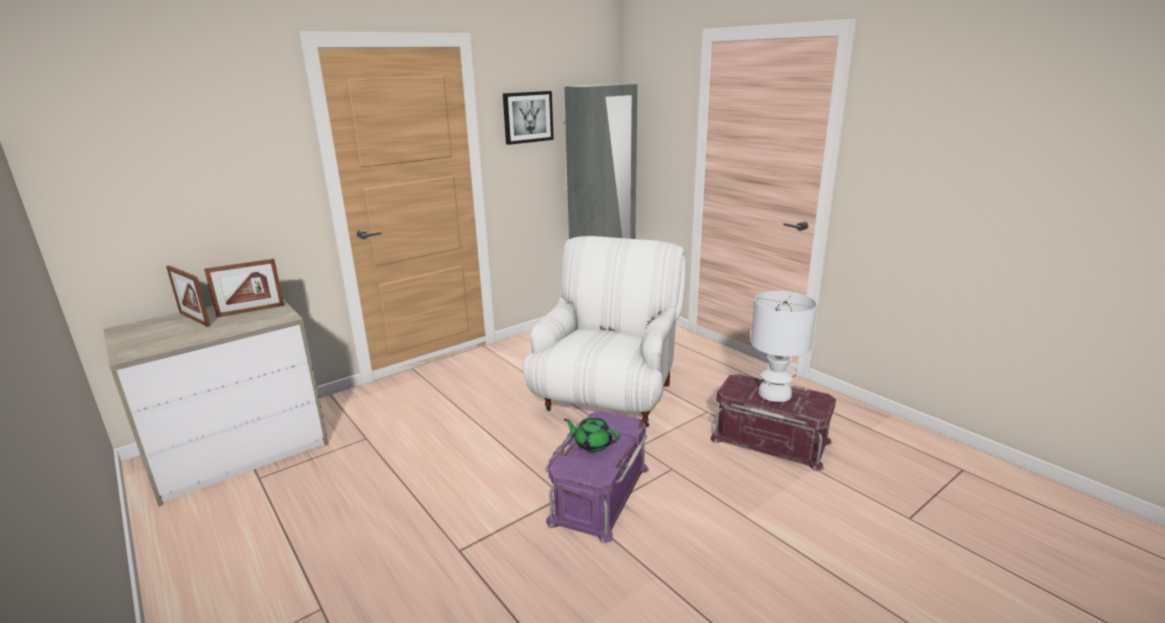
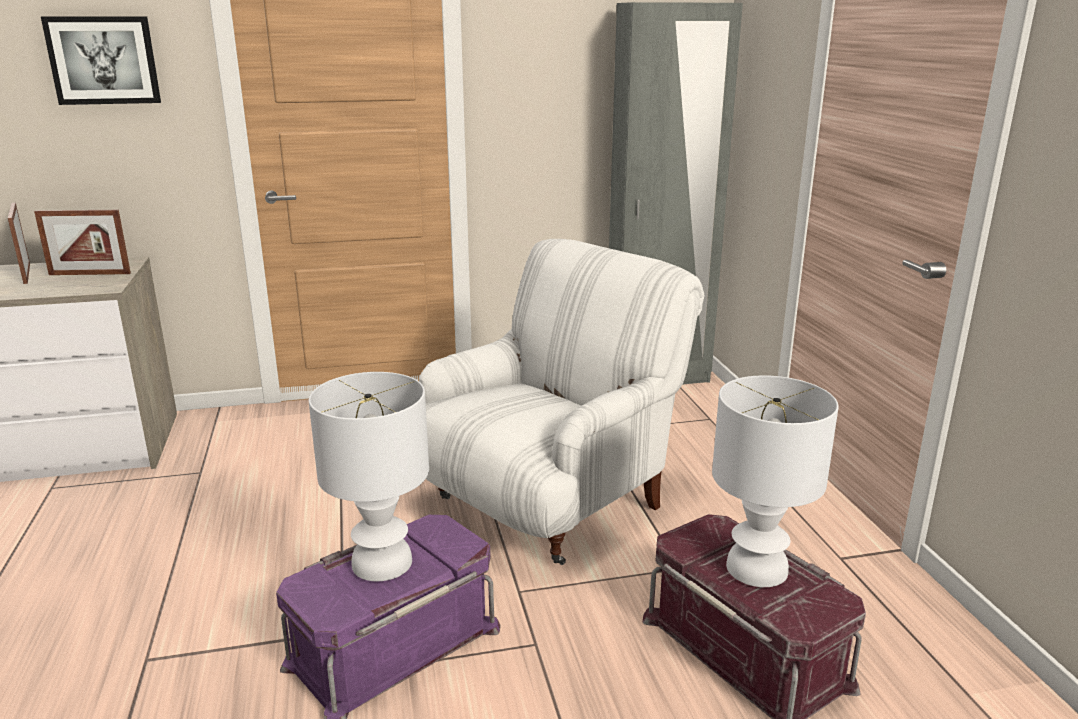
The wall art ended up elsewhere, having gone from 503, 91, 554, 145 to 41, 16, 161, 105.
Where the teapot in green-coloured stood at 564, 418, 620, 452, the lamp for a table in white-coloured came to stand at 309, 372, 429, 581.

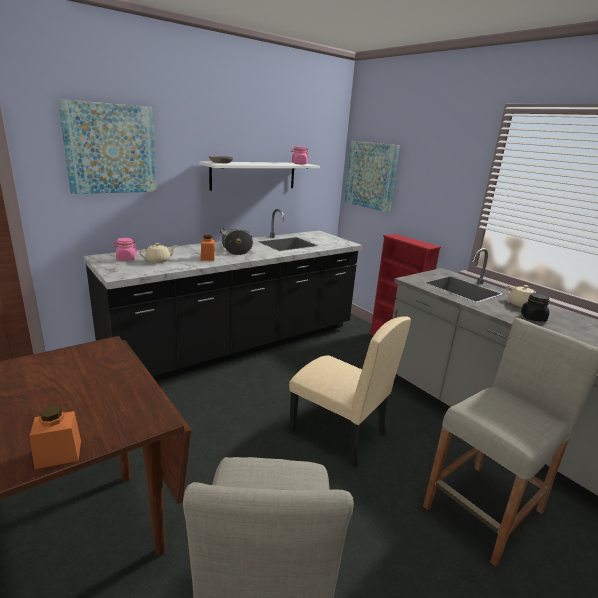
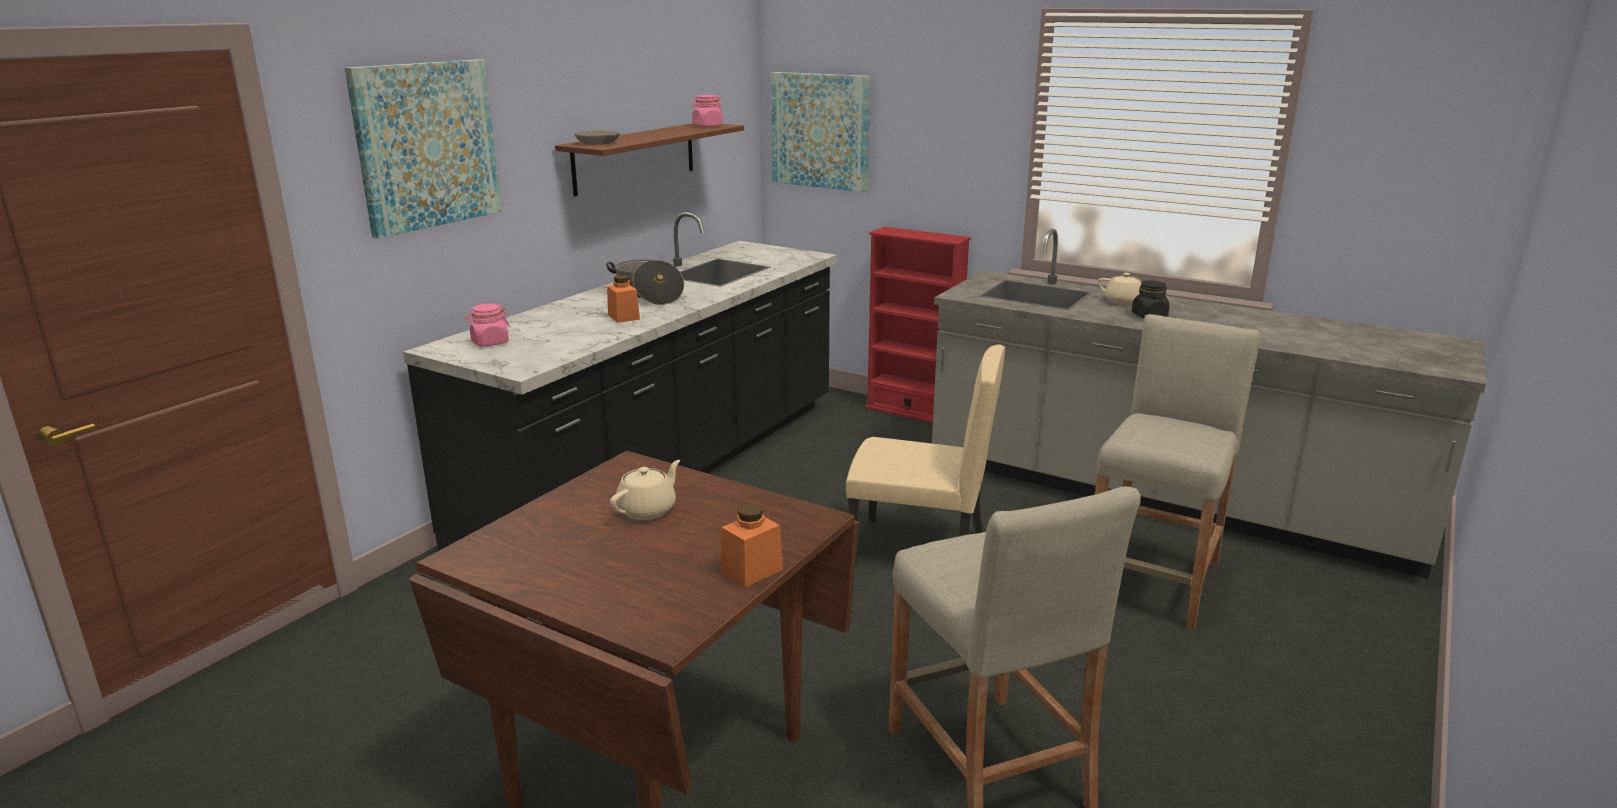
What was the bracket shelf in white-coloured at 199, 161, 320, 191 turned into the bracket shelf in brown at 555, 124, 744, 196.
The teapot in sand-coloured ended up elsewhere, having gone from 139, 243, 178, 263 to 610, 460, 680, 520.

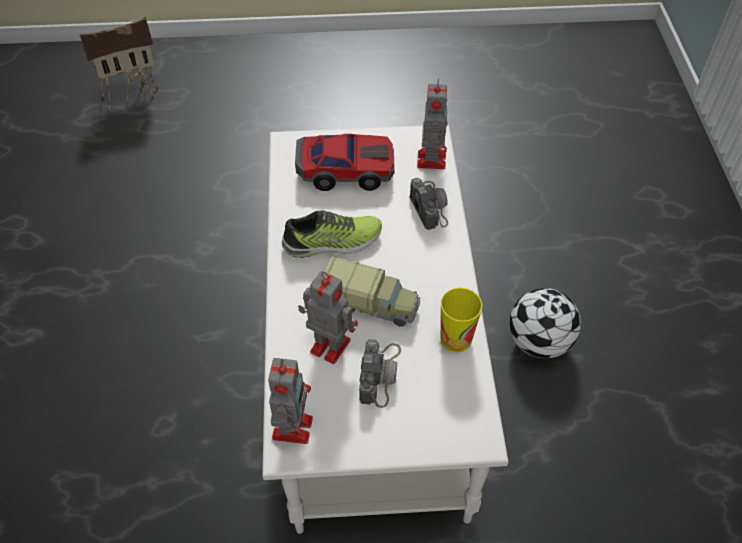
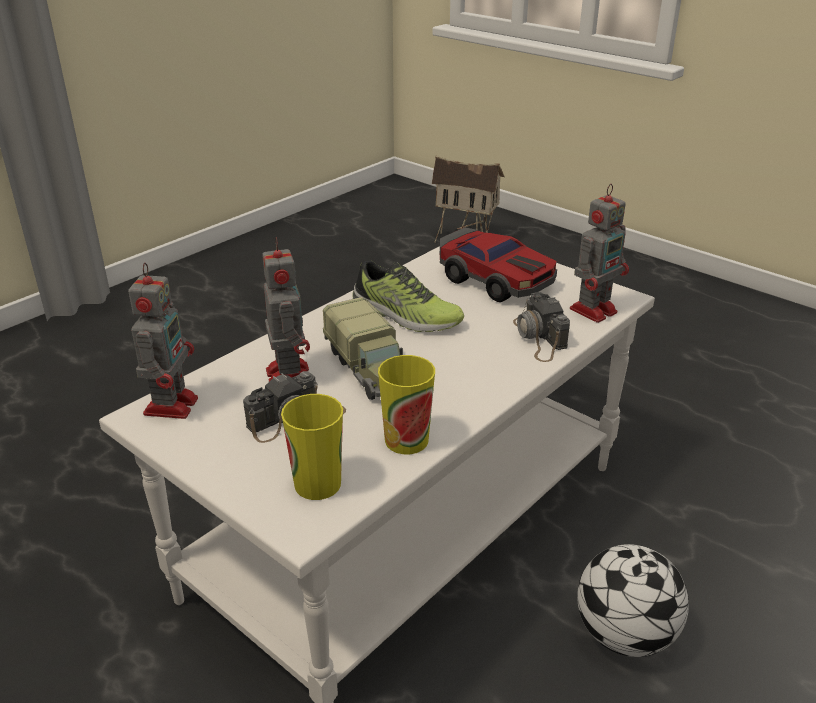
The toy robot at 268, 358, 313, 444 ended up facing another way, 45 degrees counterclockwise from before.
The second view gained the drinking cup at 281, 394, 343, 500.
The still camera at 410, 178, 448, 230 ended up facing another way, 135 degrees clockwise from before.

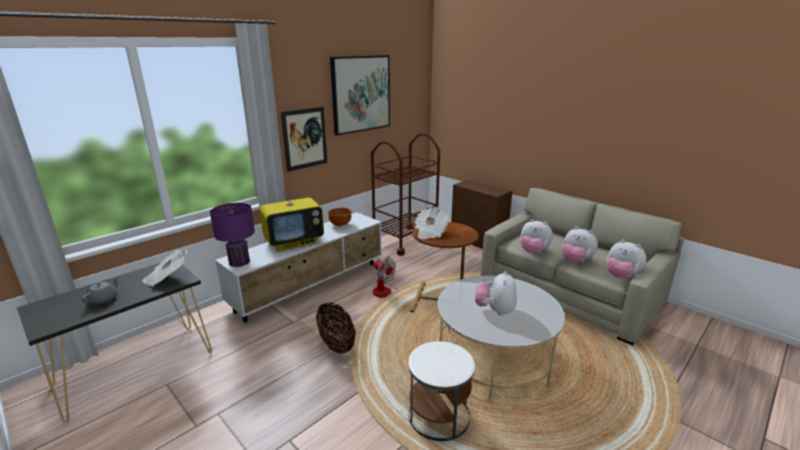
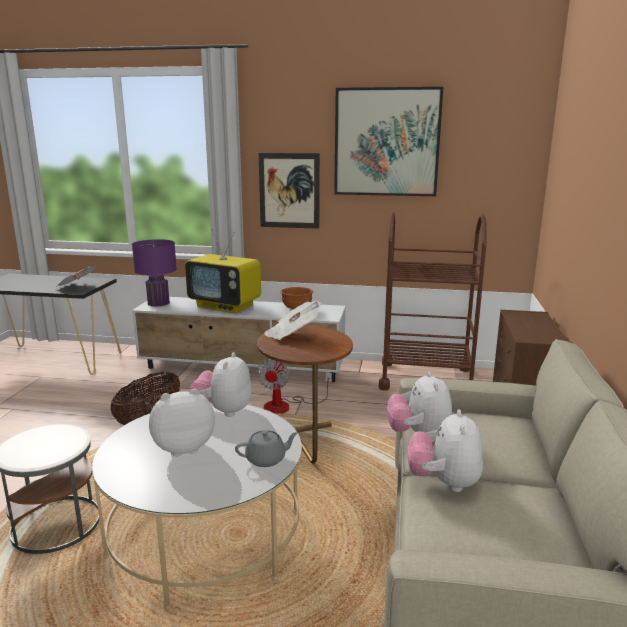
The plush toy ended up elsewhere, having gone from 606, 240, 647, 278 to 189, 352, 252, 417.
The teapot in gray ended up elsewhere, having gone from 81, 275, 119, 304 to 235, 430, 298, 467.

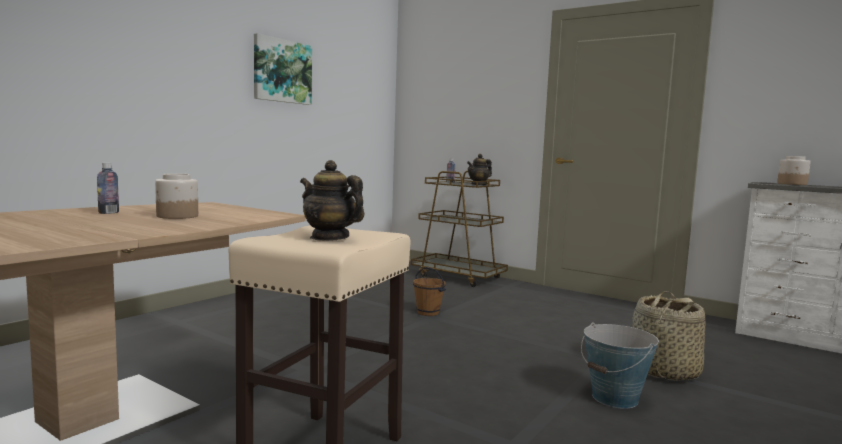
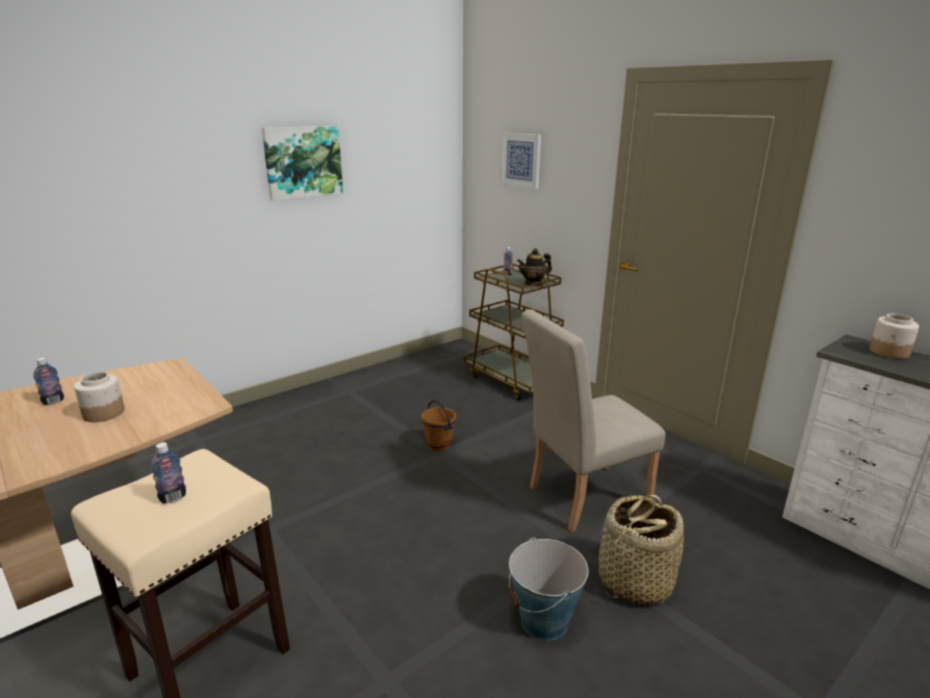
Where the teapot stood at 300, 160, 364, 241, the drink bottle came to stand at 151, 442, 186, 504.
The second view gained the wall art at 501, 133, 541, 189.
The second view gained the upright chair in sand-coloured at 521, 309, 665, 532.

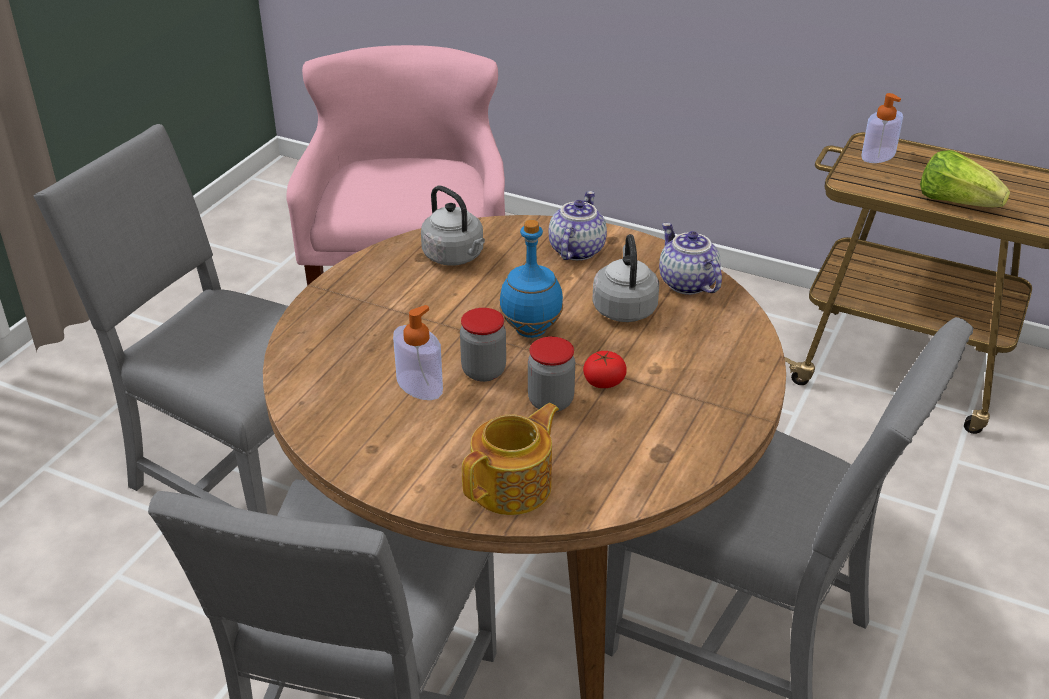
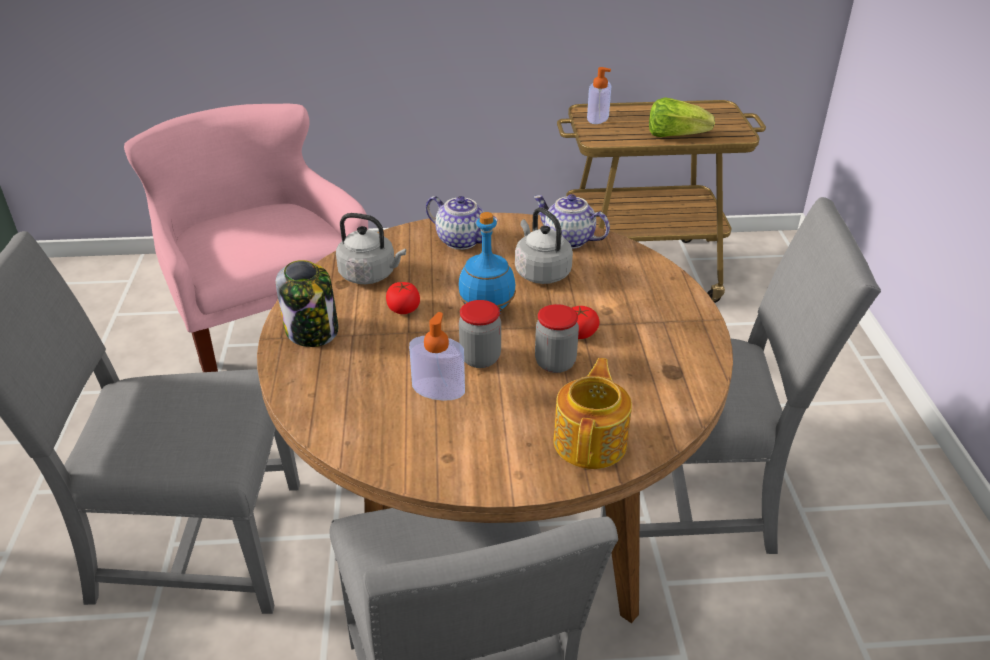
The second view gained the storage jar at 276, 260, 338, 347.
The second view gained the tomato at 386, 281, 420, 314.
The teapot at 549, 191, 607, 261 ended up facing another way, 135 degrees clockwise from before.

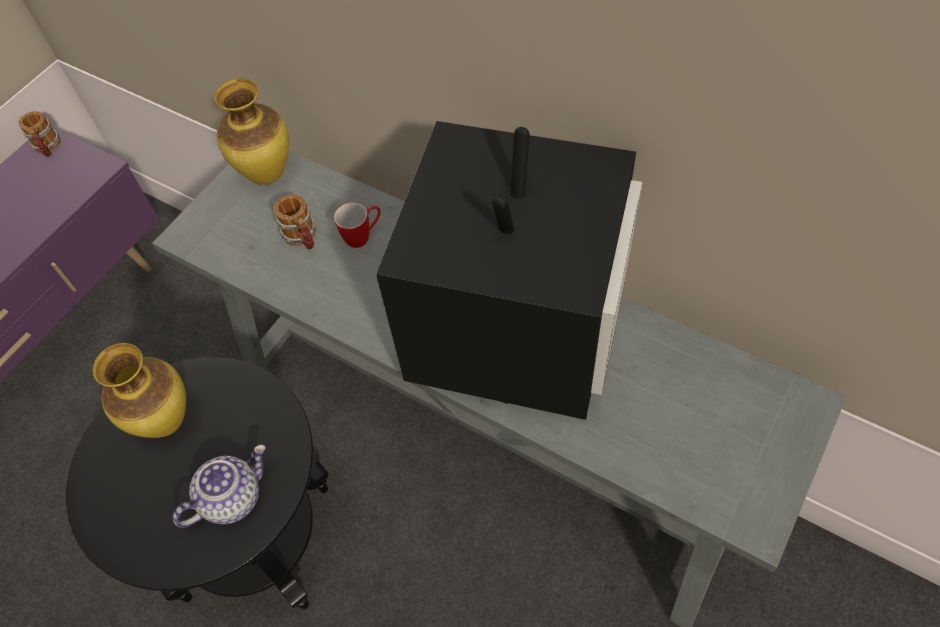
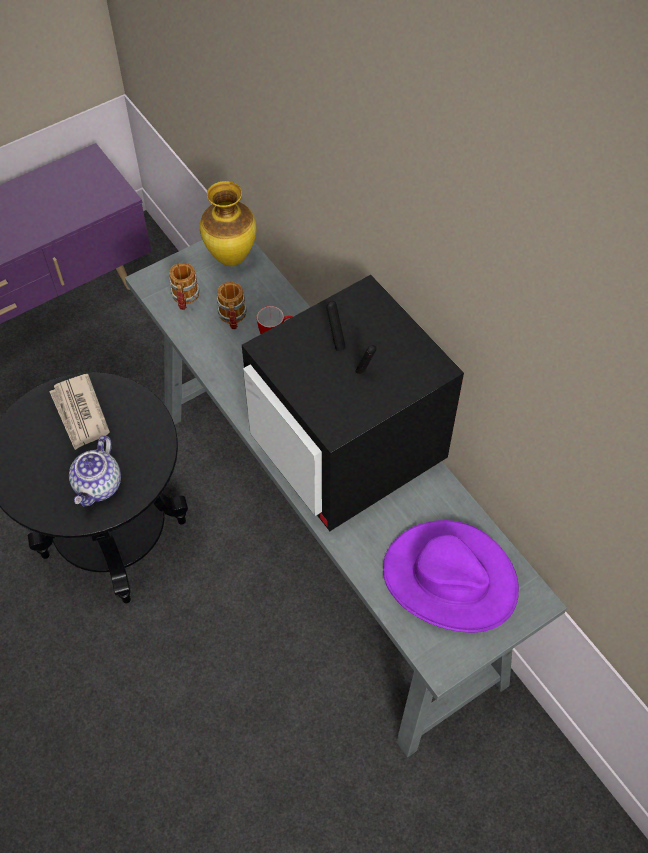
Where the decorative vase stood at 93, 343, 186, 438, the newspaper came to stand at 49, 374, 110, 450.
The teapot at 173, 445, 266, 528 ended up facing another way, 120 degrees clockwise from before.
The coffee mug ended up elsewhere, having gone from 19, 111, 61, 157 to 169, 263, 199, 310.
The TV at 376, 121, 642, 420 ended up facing another way, 105 degrees clockwise from before.
The second view gained the hat in purplish at 383, 520, 519, 633.

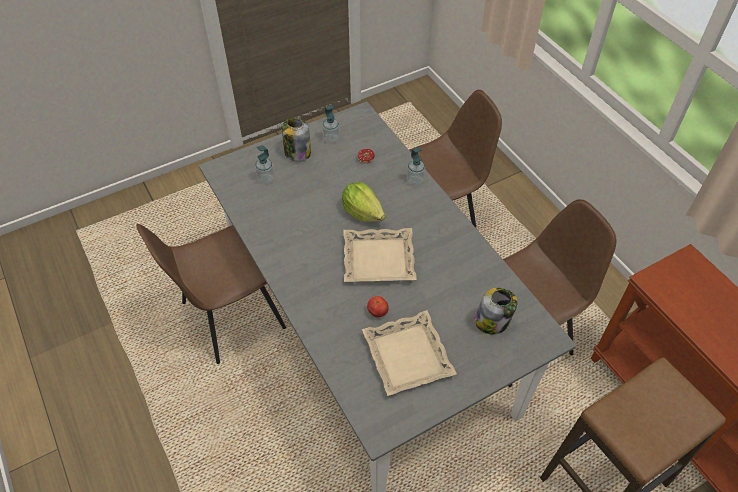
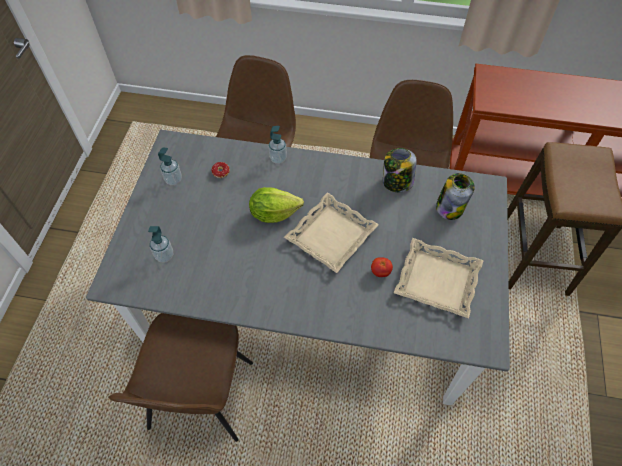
The storage jar ended up elsewhere, having gone from 282, 117, 311, 162 to 383, 148, 416, 192.

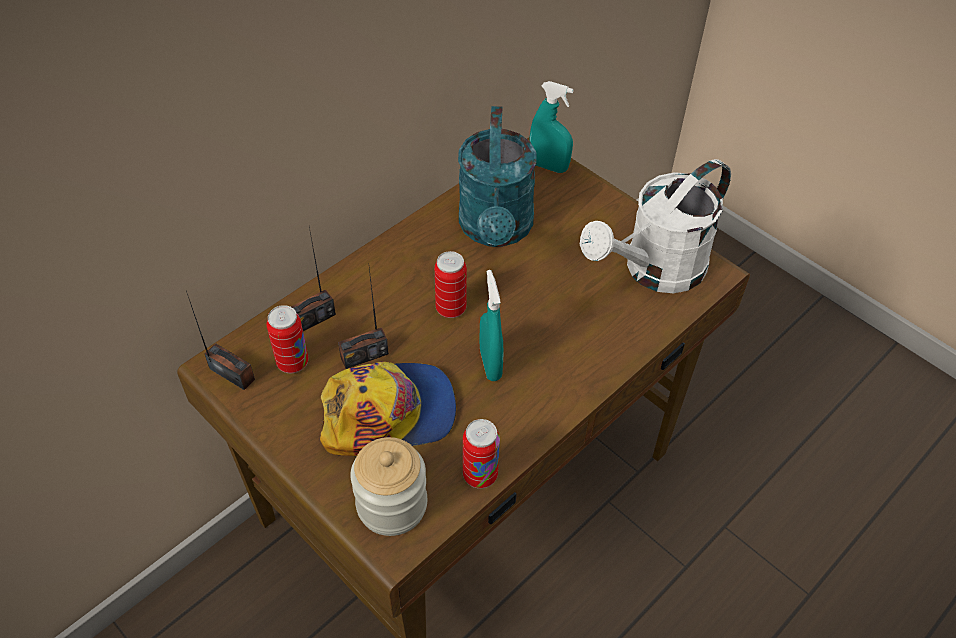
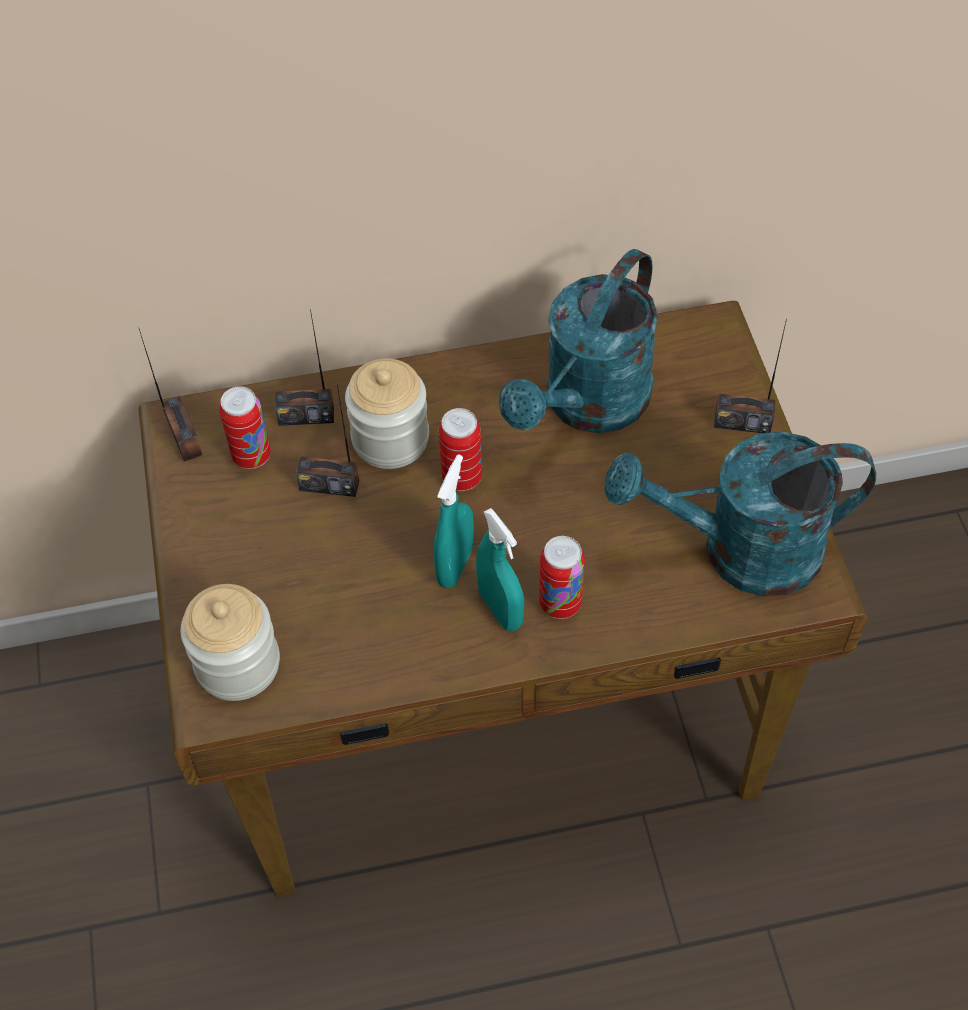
The second view gained the storage jar at 345, 358, 429, 469.
The sprayer in turquoise ended up elsewhere, having gone from 529, 81, 574, 173 to 476, 508, 524, 631.
The sealed can ended up elsewhere, having gone from 463, 419, 500, 489 to 539, 536, 585, 619.
What was the watering can in white-coloured at 580, 159, 731, 293 turned into the watering can in turquoise at 604, 431, 876, 597.
The second view gained the radio set at 714, 319, 787, 433.
The second view lost the peaked cap at 320, 362, 456, 456.

